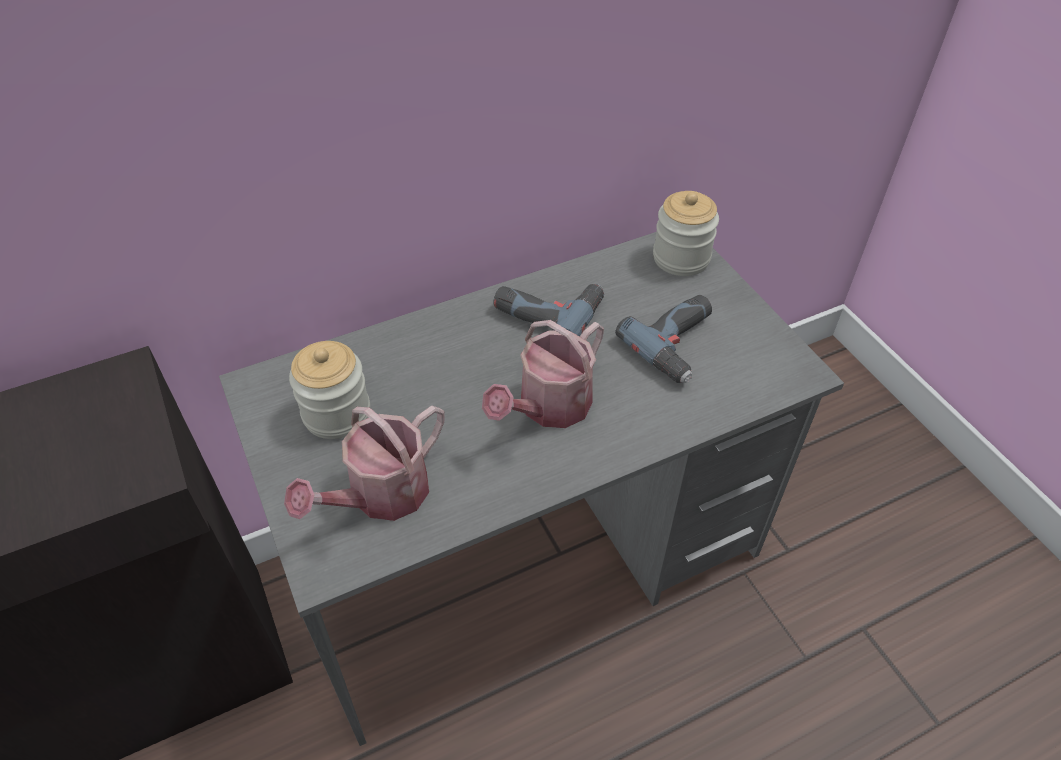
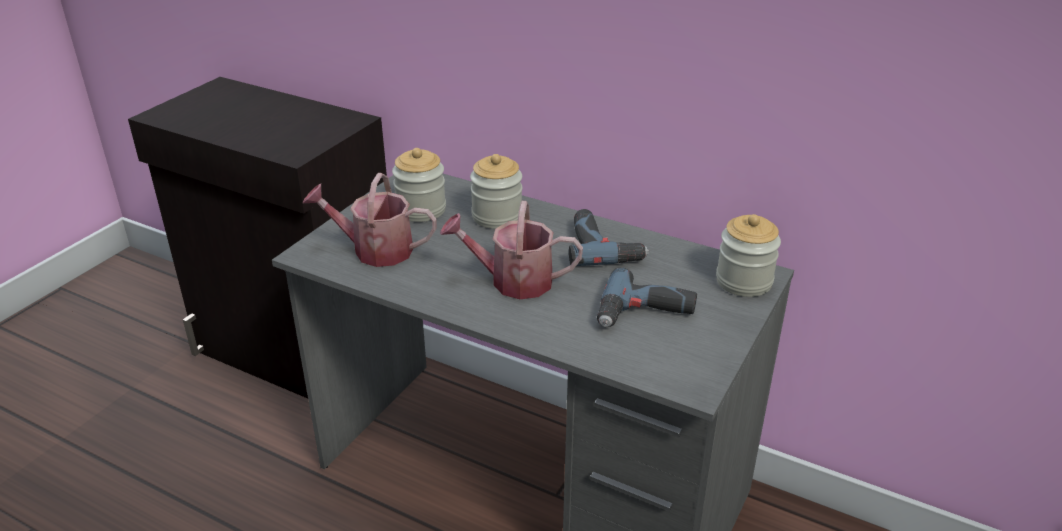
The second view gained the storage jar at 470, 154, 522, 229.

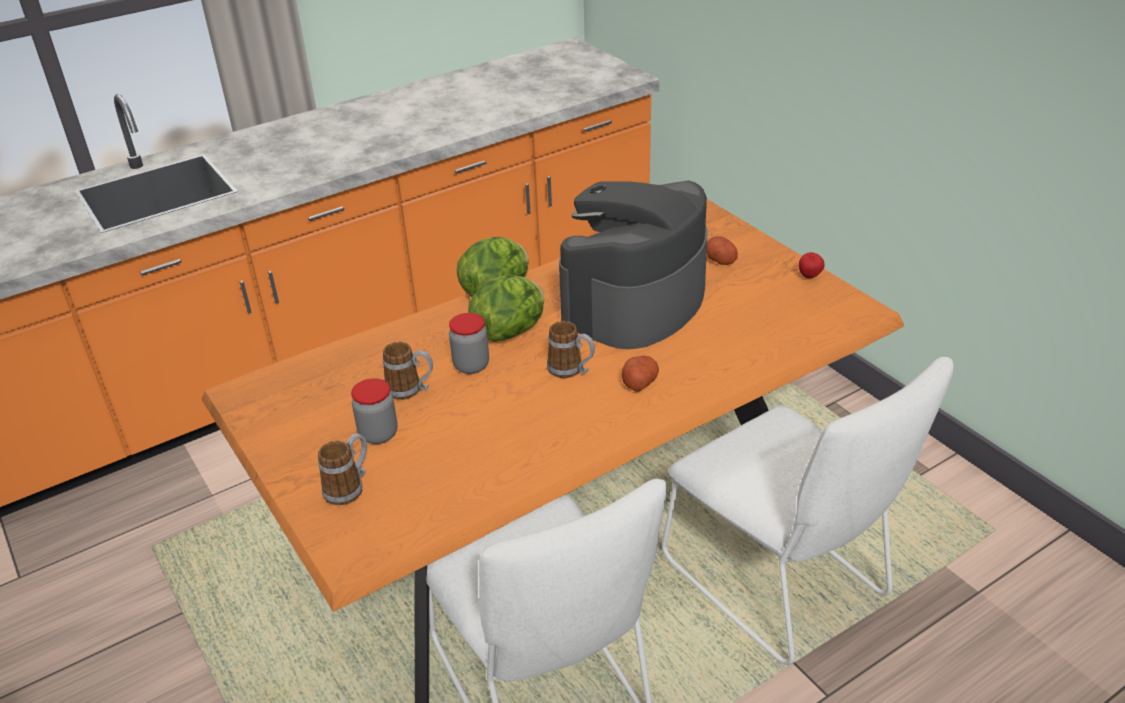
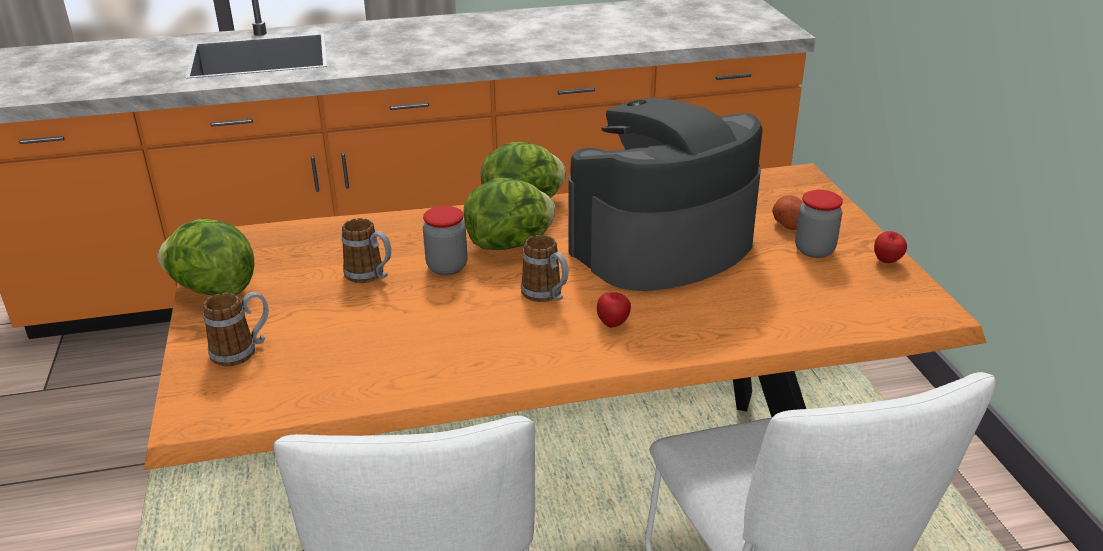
The second view gained the lettuce head at 157, 219, 254, 296.
Where the whole potato stood at 622, 356, 659, 392, the apple fruit came to stand at 597, 292, 631, 328.
The storage jar ended up elsewhere, having gone from 351, 378, 398, 444 to 795, 190, 843, 258.

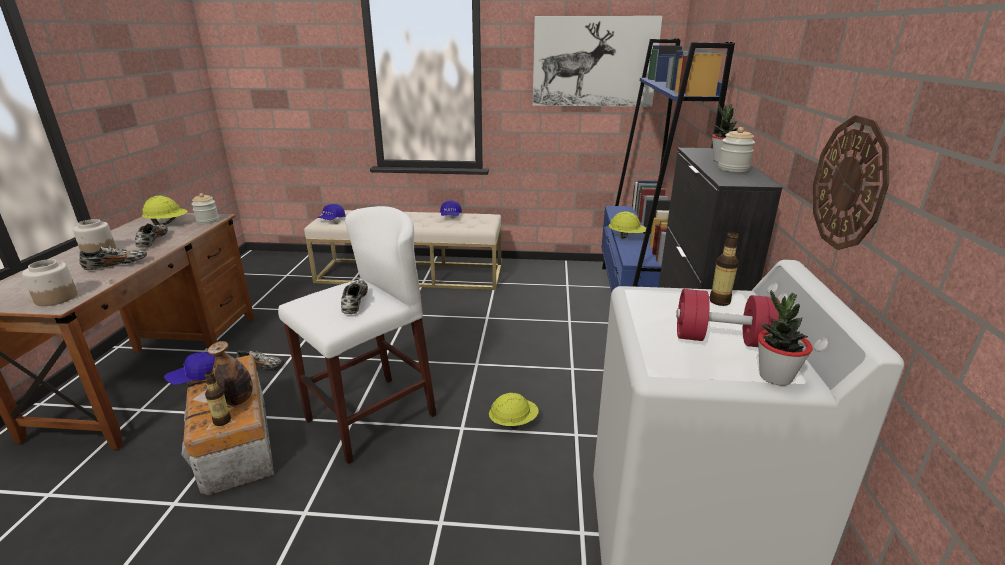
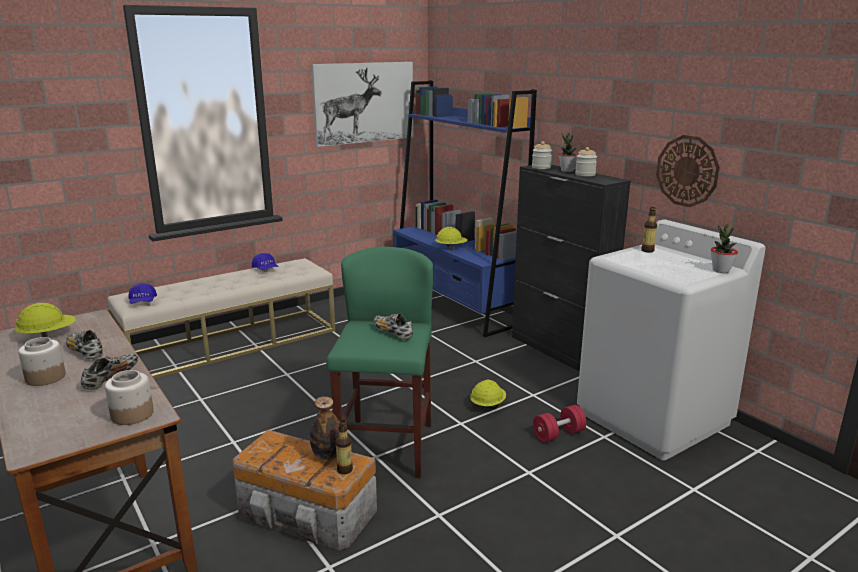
What was the stool seat in white-coloured at 278, 206, 437, 464 turned into the stool seat in green-coloured at 326, 247, 433, 478.
The storage jar ended up elsewhere, having gone from 191, 193, 219, 224 to 532, 141, 552, 169.
The dumbbell in red-coloured ended up elsewhere, having gone from 676, 289, 781, 347 to 533, 405, 586, 442.
The second view lost the peaked cap in blue at 164, 352, 216, 385.
The second view lost the low shoe at 236, 350, 282, 369.

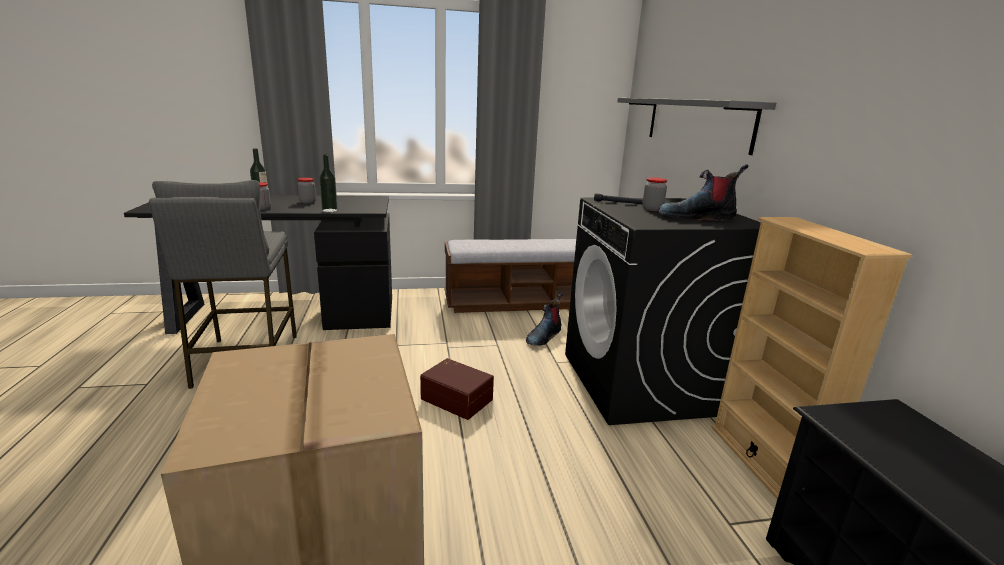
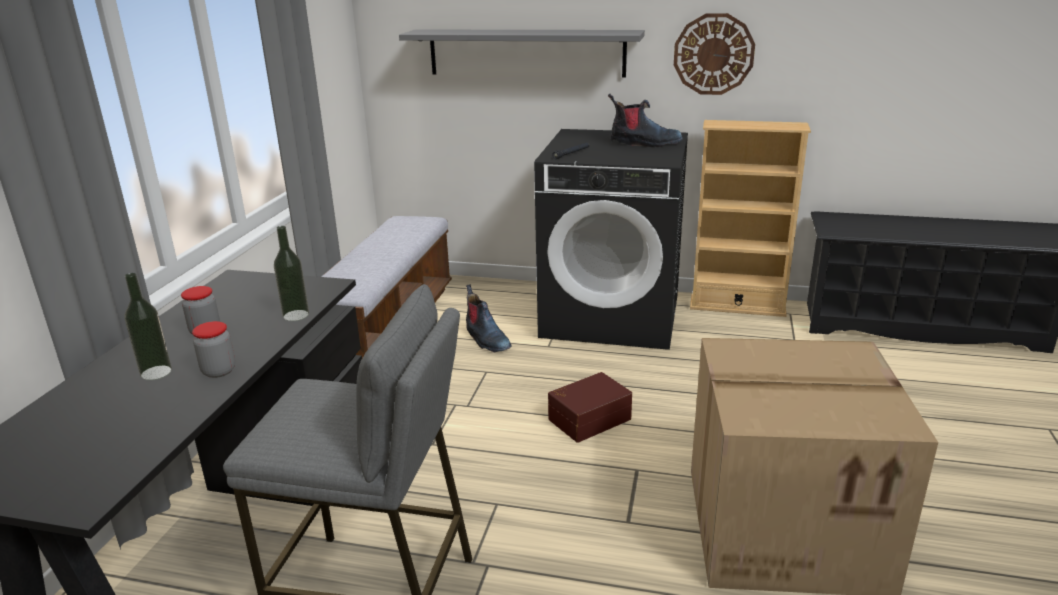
The tall boot at 658, 164, 749, 220 ended up facing another way, 105 degrees counterclockwise from before.
The second view gained the wall clock at 674, 13, 755, 95.
The second view lost the storage jar at 642, 178, 667, 211.

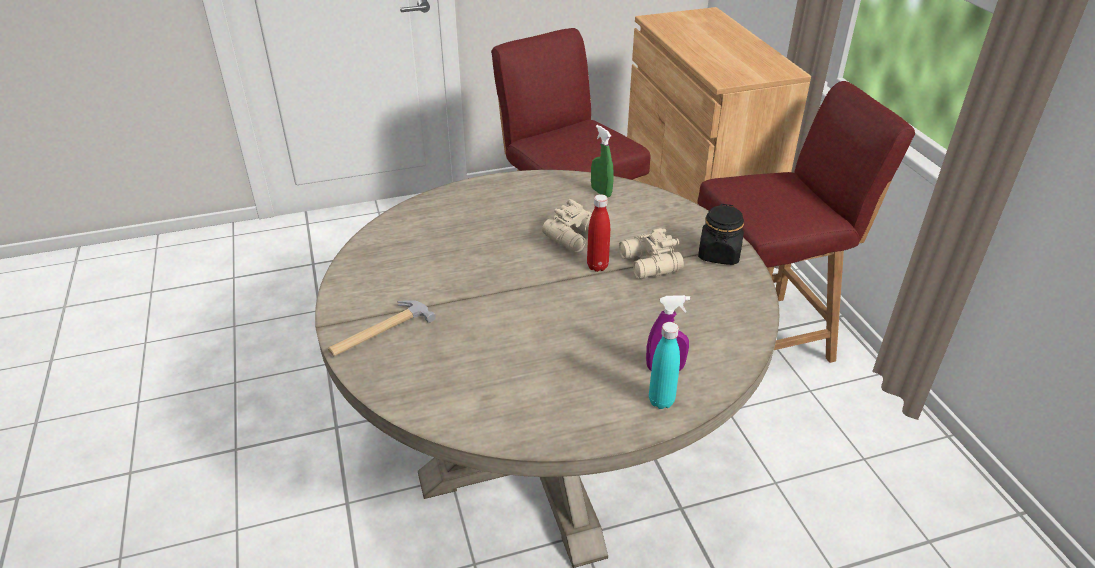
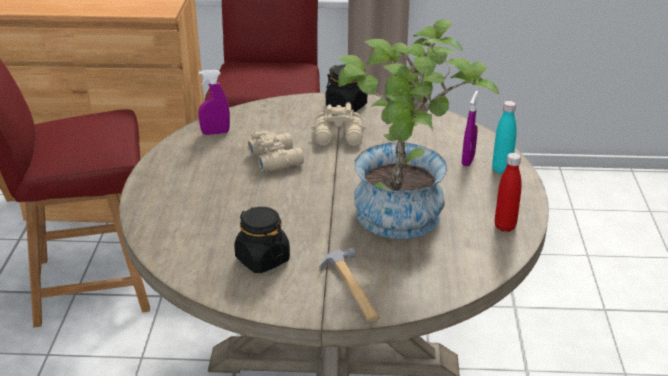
What was the sprayer in green-coloured at 591, 125, 614, 197 turned into the sprayer in purplish at 198, 70, 230, 135.
The second view gained the storage jar in black at 234, 207, 290, 273.
The second view gained the houseplant at 337, 19, 499, 239.
The drink bottle in red-coloured ended up elsewhere, having gone from 587, 194, 610, 272 to 495, 153, 522, 232.

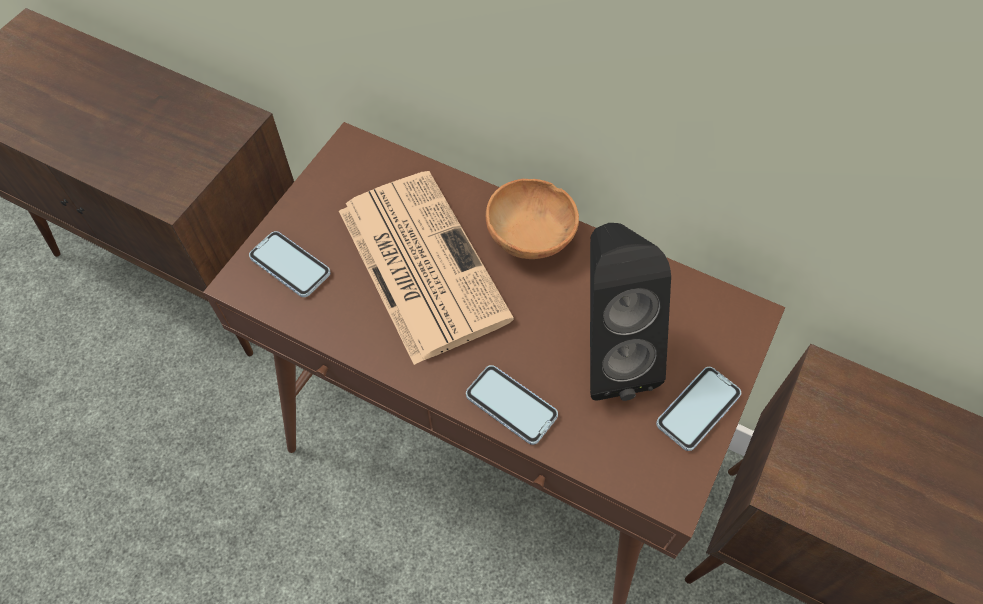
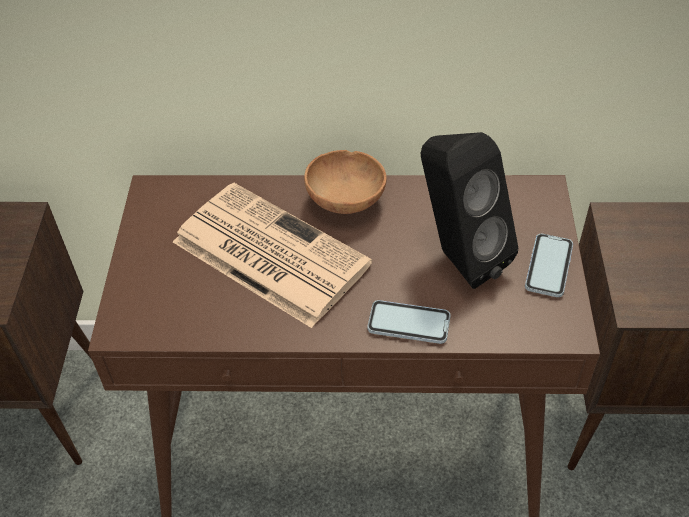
The second view lost the handset at 249, 231, 331, 297.

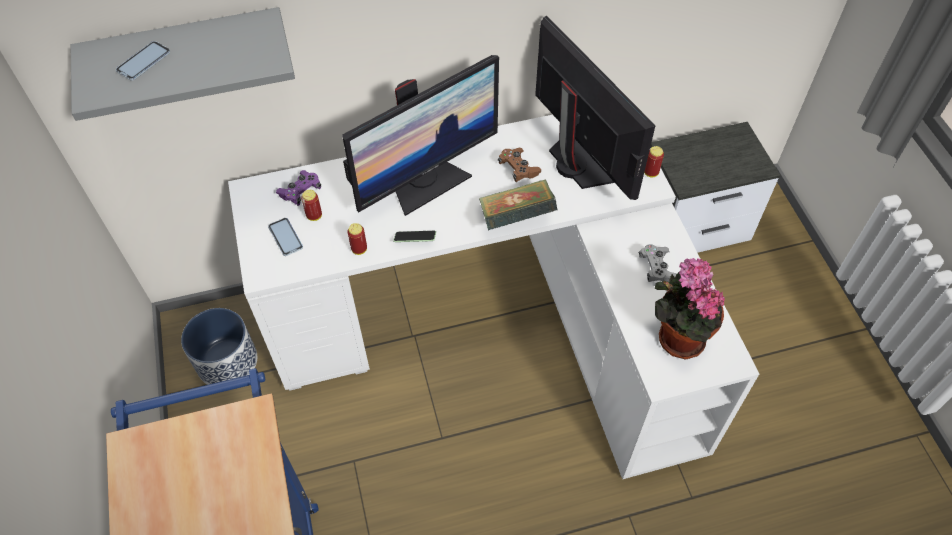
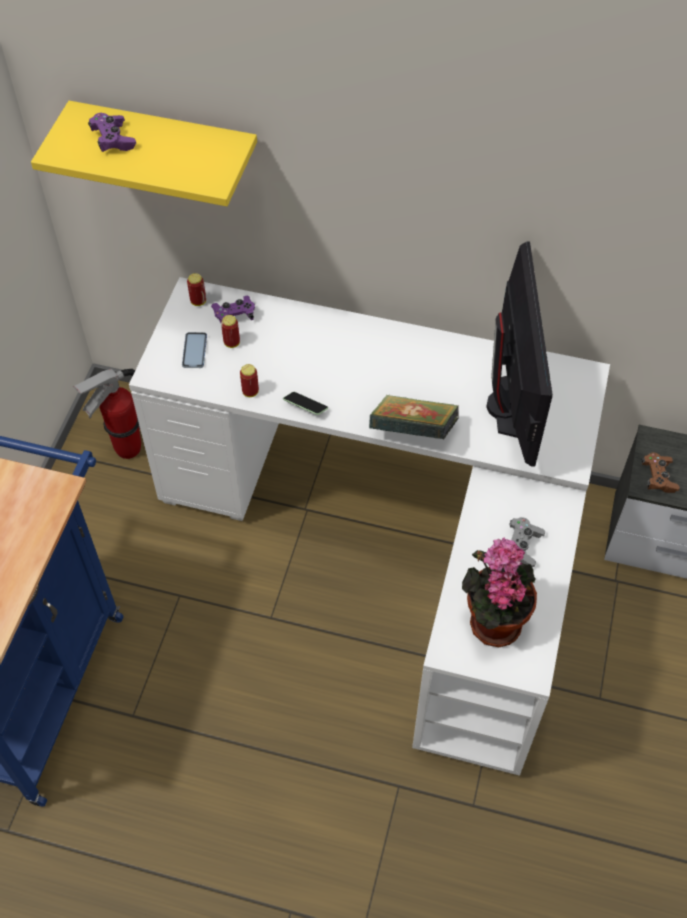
What was the bracket shelf in gray at 71, 7, 295, 121 turned into the bracket shelf in yellowish at 31, 101, 257, 206.
Where the plant pot stood at 181, 308, 258, 385, the fire extinguisher came to stand at 73, 369, 141, 459.
Where the handset stood at 116, 41, 170, 81, the game controller in purplish came to stand at 88, 113, 136, 152.
The sealed can ended up elsewhere, having gone from 644, 146, 664, 177 to 187, 273, 206, 306.
The game controller in brown ended up elsewhere, having gone from 498, 148, 541, 182 to 642, 452, 680, 493.
The second view lost the computer display at 342, 55, 499, 216.

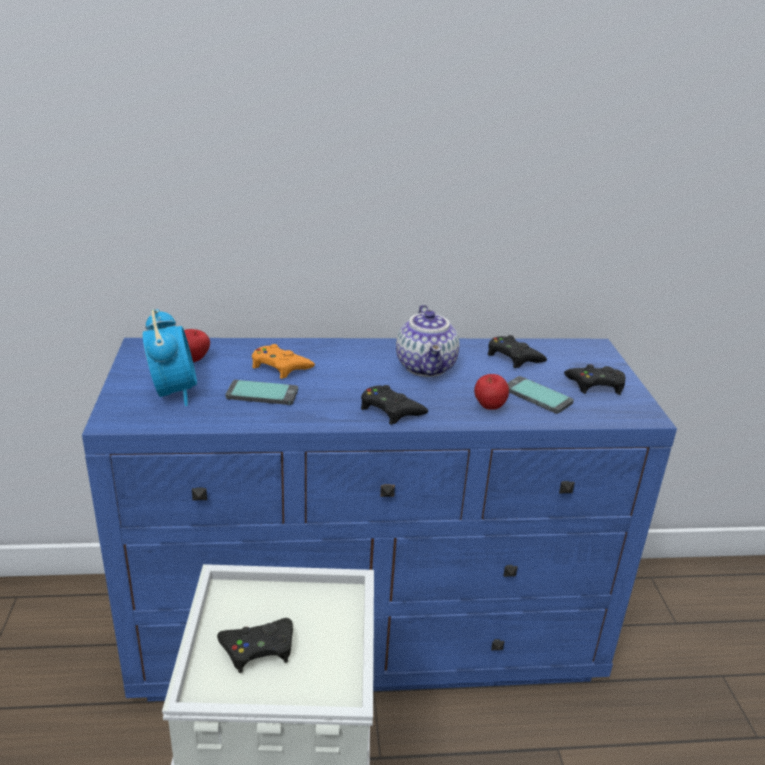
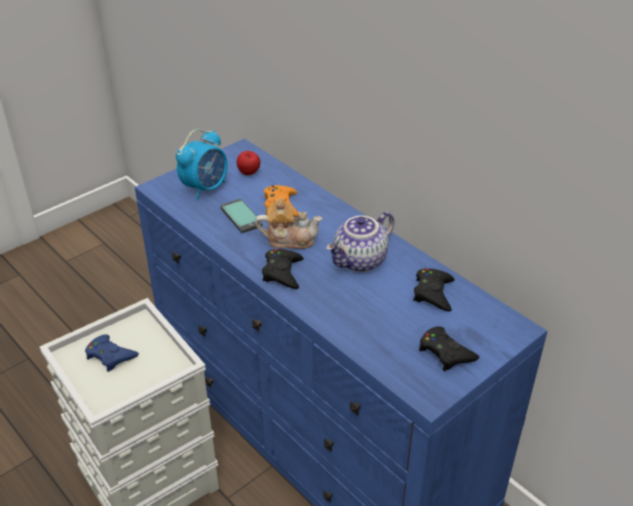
What was the game controller in black at 217, 618, 293, 673 turned into the game controller in blue at 85, 334, 139, 372.
The second view gained the teapot at 255, 198, 323, 249.
The second view lost the apple fruit at 474, 374, 509, 409.
The second view lost the handset at 507, 376, 574, 414.

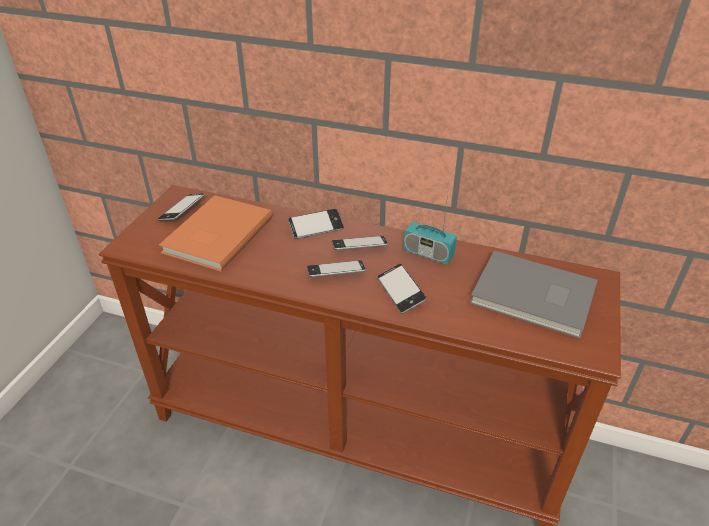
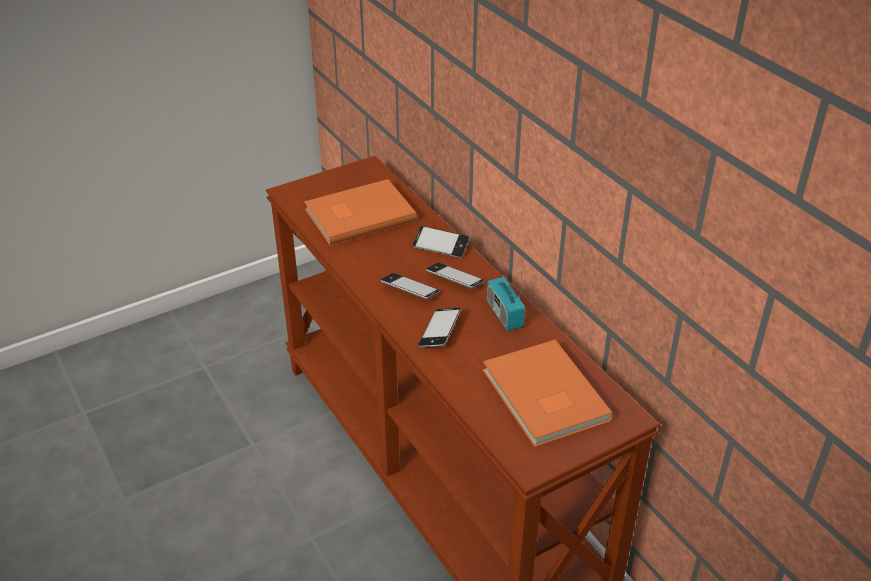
What was the bound book in gray at 470, 251, 598, 339 turned into the bound book in orange-coloured at 483, 340, 613, 447.
The second view lost the handset at 158, 193, 205, 221.

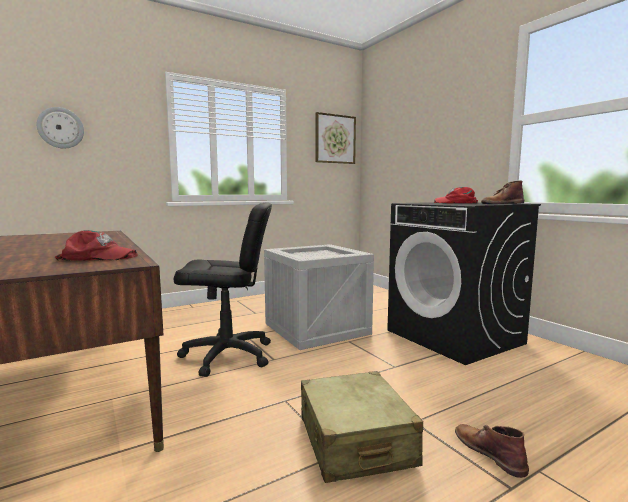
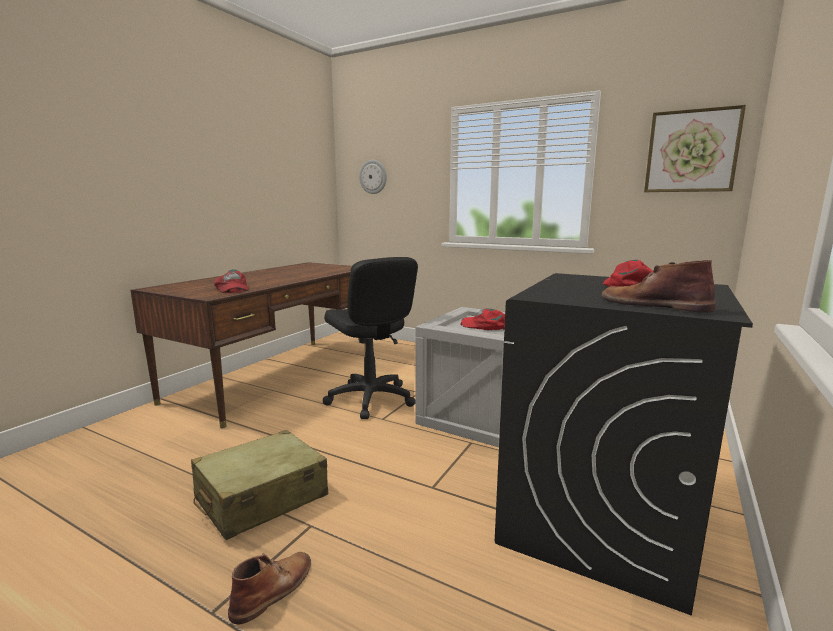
The second view gained the peaked cap in red-coloured at 460, 308, 505, 330.

